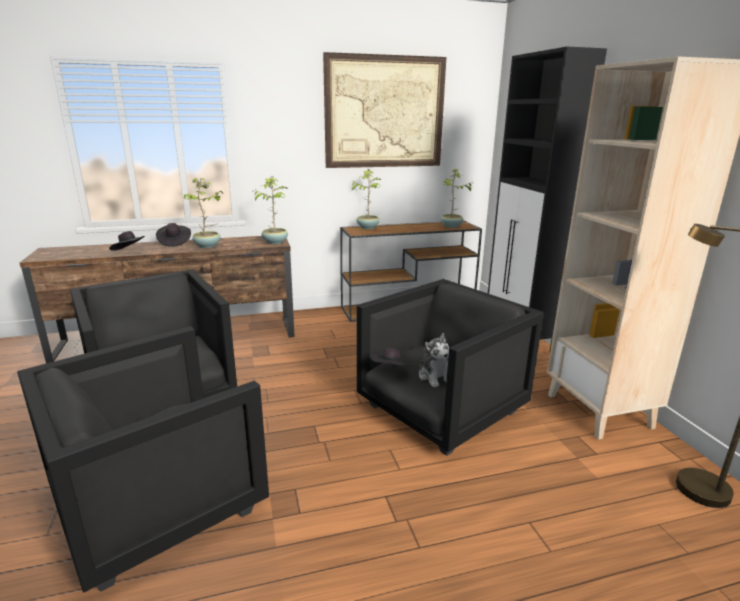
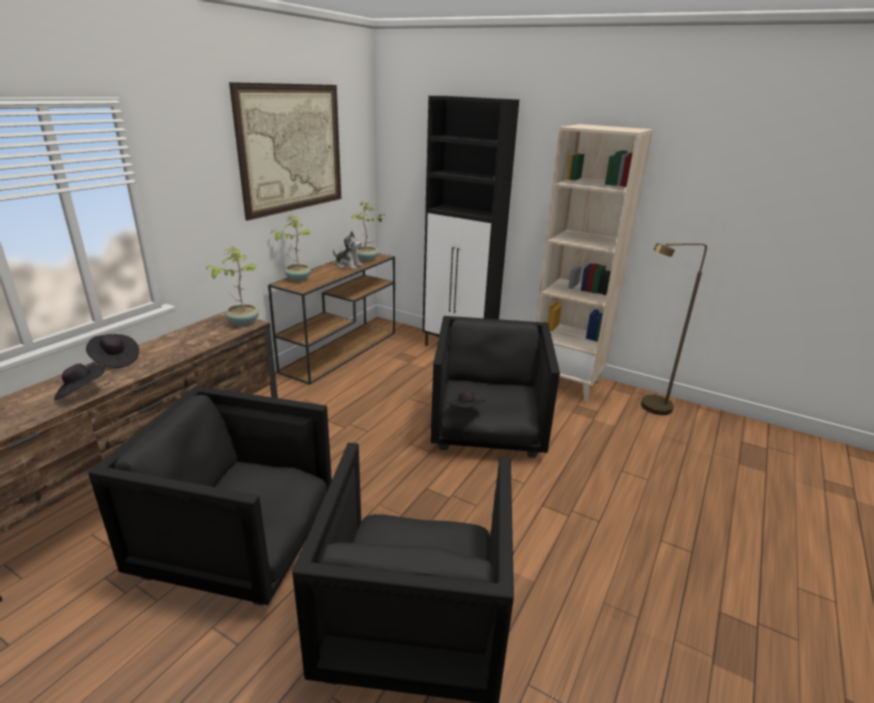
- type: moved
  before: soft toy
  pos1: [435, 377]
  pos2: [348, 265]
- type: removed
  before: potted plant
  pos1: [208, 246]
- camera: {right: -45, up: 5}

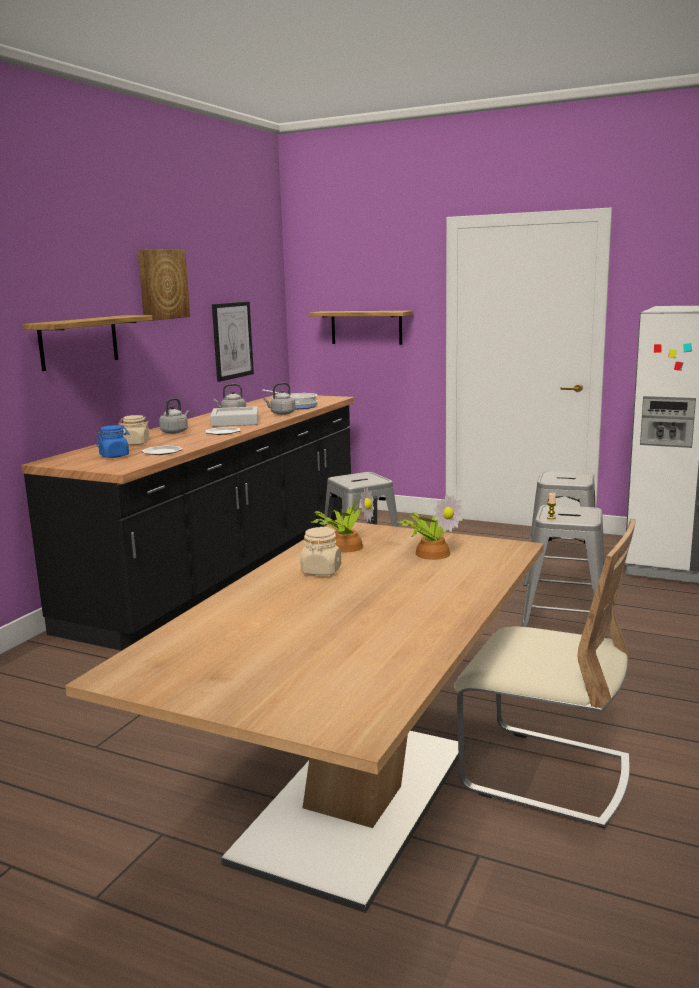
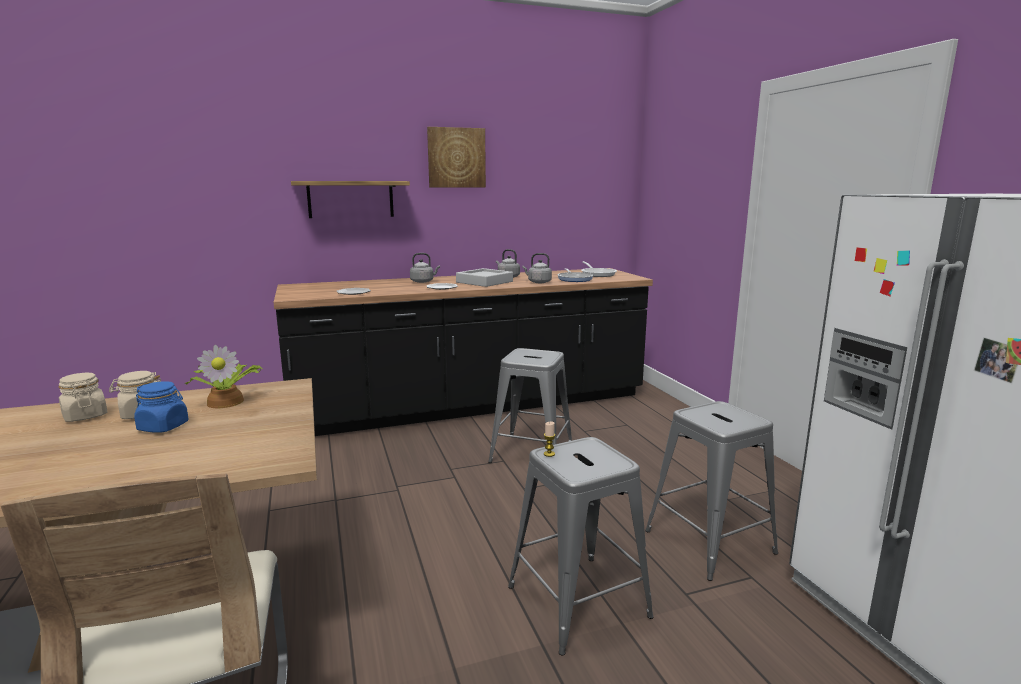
- type: moved
  before: beige storage jar
  pos1: [135, 443]
  pos2: [85, 416]
- type: moved
  before: blue-coloured storage jar
  pos1: [114, 456]
  pos2: [163, 427]
- type: removed
  before: picture
  pos1: [232, 340]
- type: removed
  before: wall shelf
  pos1: [366, 327]
- type: removed
  before: potted plant
  pos1: [432, 552]
- camera: {right: 45, up: 0}

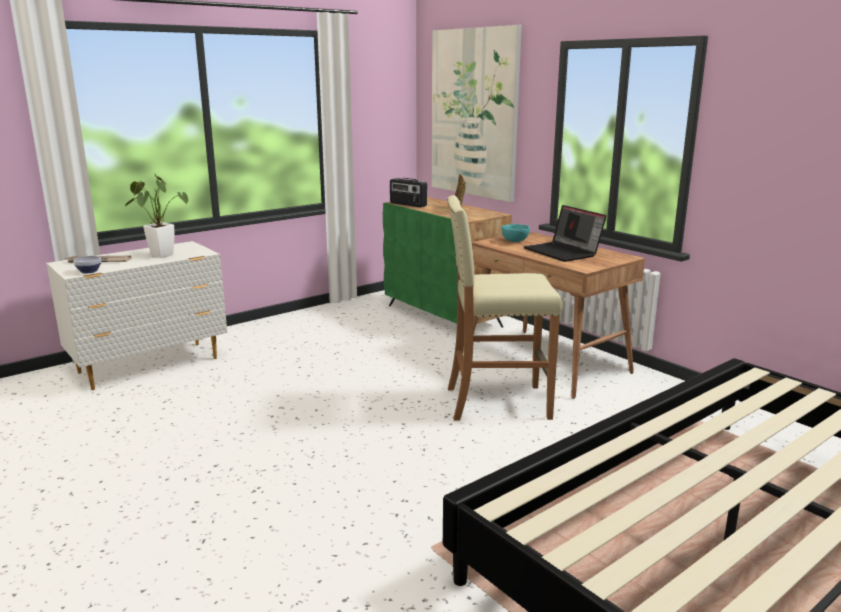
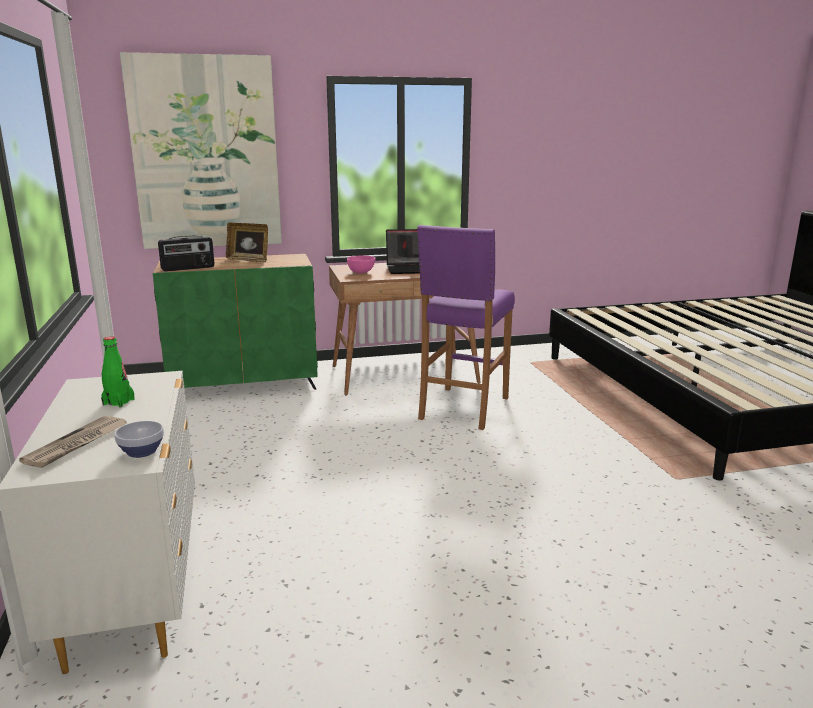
- type: replaced
  before: potted plant
  after: green-coloured drink bottle
  pos1: [159, 254]
  pos2: [118, 402]
- type: recoloured
  before: blue-green serving bowl
  after: pink-coloured serving bowl
  pos1: [515, 241]
  pos2: [361, 272]
- type: recoloured
  before: beige stool seat
  after: purple-coloured stool seat
  pos1: [496, 403]
  pos2: [463, 408]
- camera: {right: -65, up: 0}

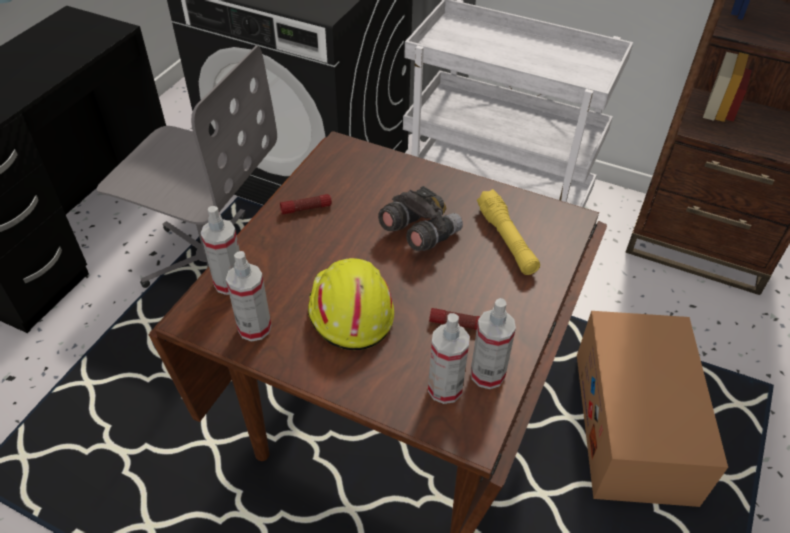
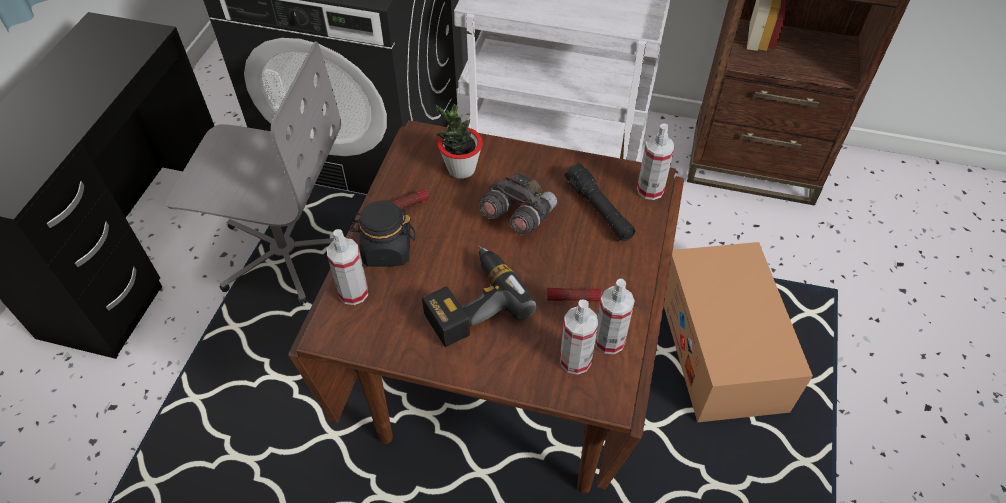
- type: added
  after: blackish storage jar
  pos2: [386, 250]
- type: replaced
  before: yellow-coloured hard hat
  after: power drill
  pos1: [349, 311]
  pos2: [472, 302]
- type: added
  after: potted plant
  pos2: [461, 169]
- type: recoloured
  before: yellow-coloured hand torch
  after: blackish hand torch
  pos1: [506, 240]
  pos2: [599, 209]
- type: moved
  before: spray bottle
  pos1: [254, 328]
  pos2: [650, 190]
- camera: {right: -10, up: 5}

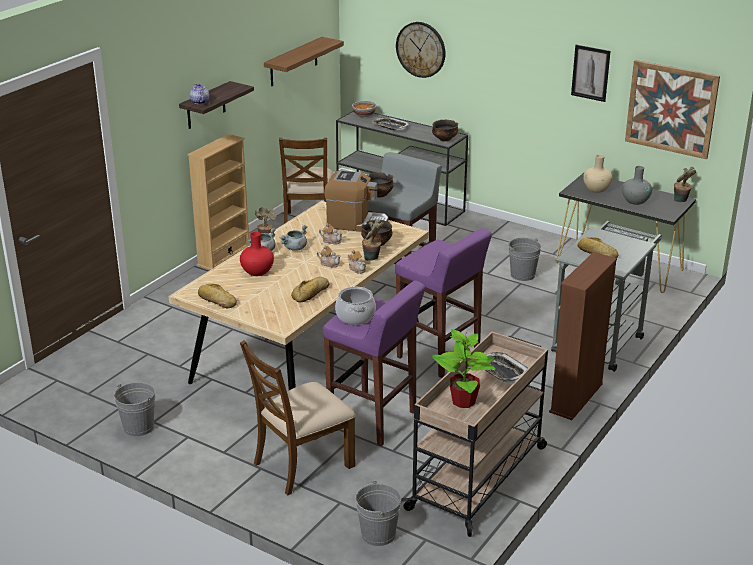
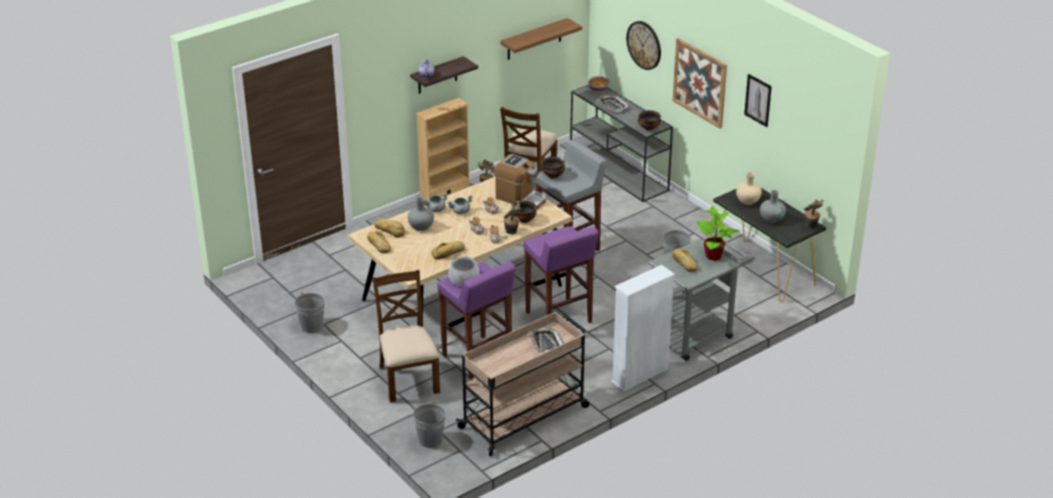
- type: turned
  before: brownish upright chair
  pos1: [302, 464]
  pos2: [408, 379]
  turn: 90
- type: added
  after: bakery bread
  pos2: [390, 230]
- type: recoloured
  before: red-coloured vase
  after: grey vase
  pos1: [257, 271]
  pos2: [421, 226]
- type: recoloured
  before: brownish bookshelf
  after: whitish bookshelf
  pos1: [576, 398]
  pos2: [640, 375]
- type: moved
  before: picture
  pos1: [671, 109]
  pos2: [700, 83]
- type: moved
  before: potted plant
  pos1: [464, 401]
  pos2: [714, 256]
- camera: {right: 20, up: 5}

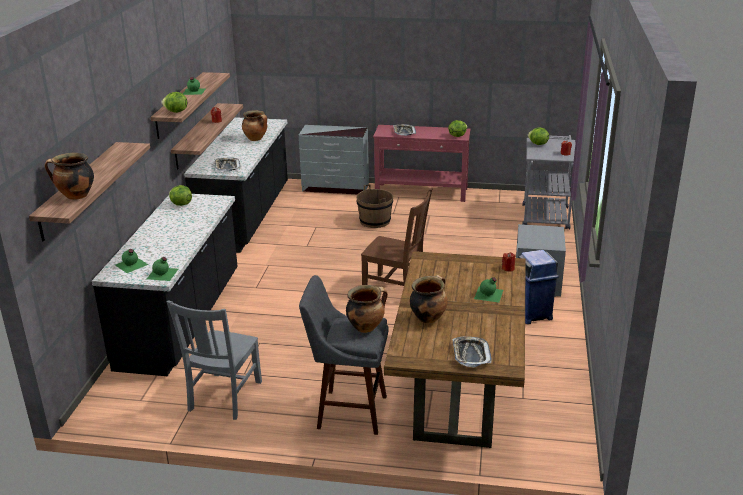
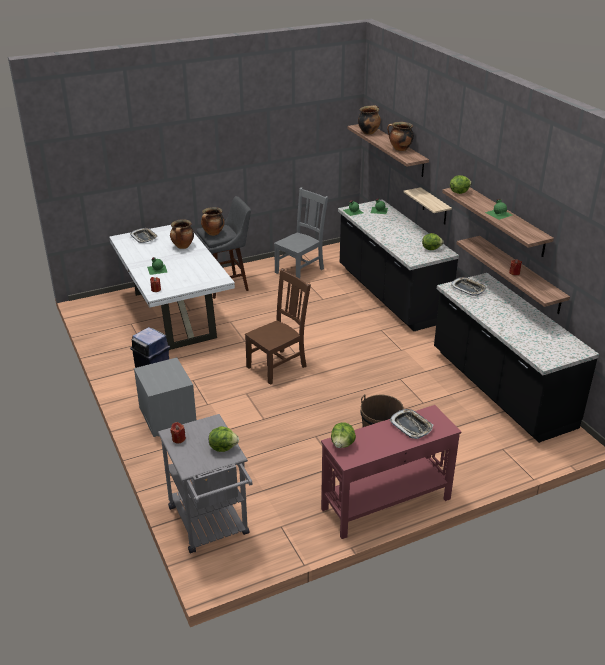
- type: recoloured
  before: brownish kitchen table
  after: whitish kitchen table
  pos1: [457, 387]
  pos2: [175, 316]
- type: turned
  before: brownish upright chair
  pos1: [396, 289]
  pos2: [278, 366]
  turn: 150
- type: turned
  before: grey upright chair
  pos1: [224, 397]
  pos2: [300, 270]
  turn: 60
- type: moved
  before: cooking pot
  pos1: [256, 139]
  pos2: [399, 149]
- type: added
  after: wall shelf
  pos2: [434, 207]
- type: removed
  before: grey chest of drawers
  pos1: [335, 188]
- camera: {right: 145, up: 5}

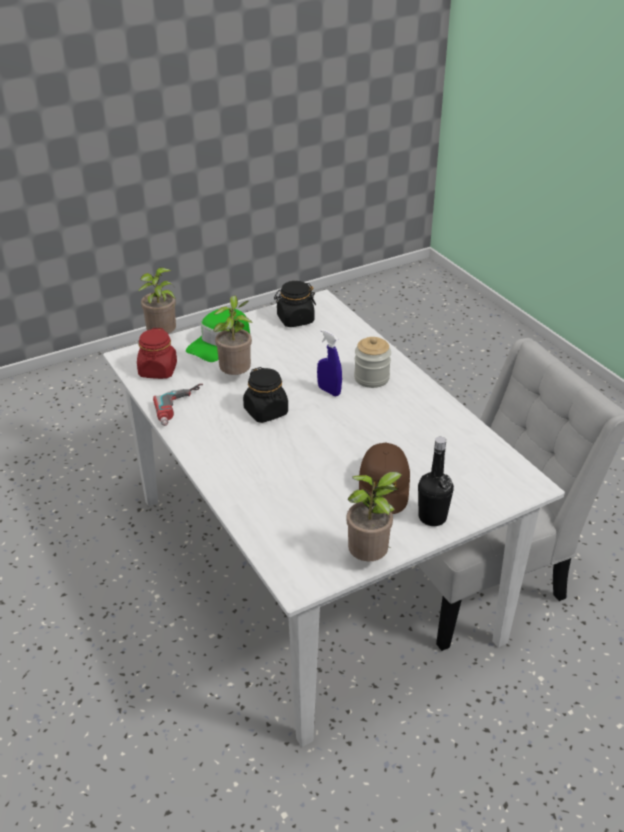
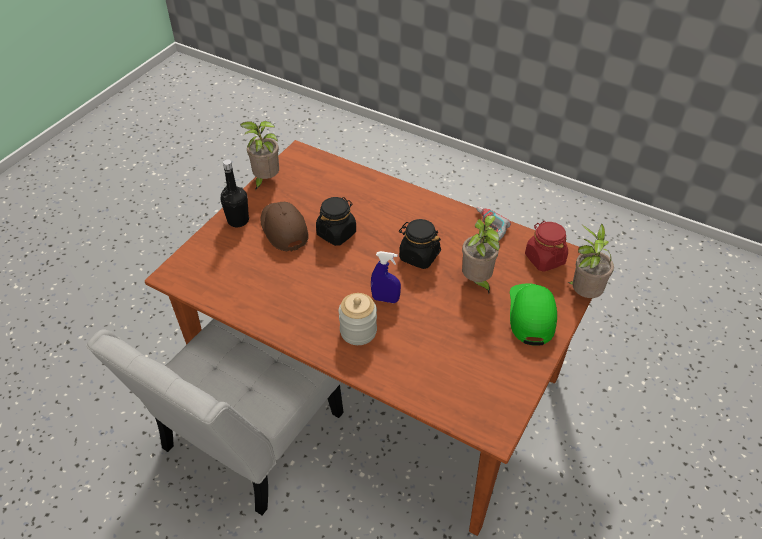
- type: recoloured
  before: whitish kitchen table
  after: brownish kitchen table
  pos1: [310, 566]
  pos2: [382, 381]
- type: moved
  before: blackish storage jar
  pos1: [295, 320]
  pos2: [336, 233]
- camera: {right: 150, up: 10}

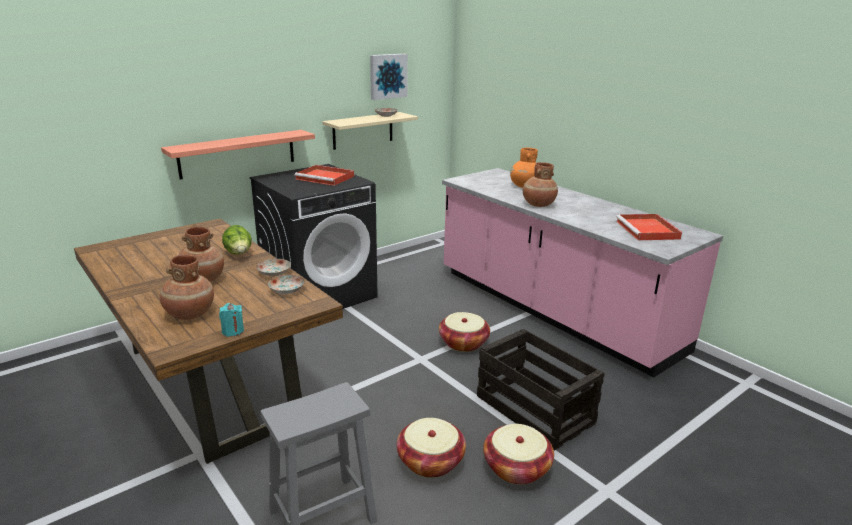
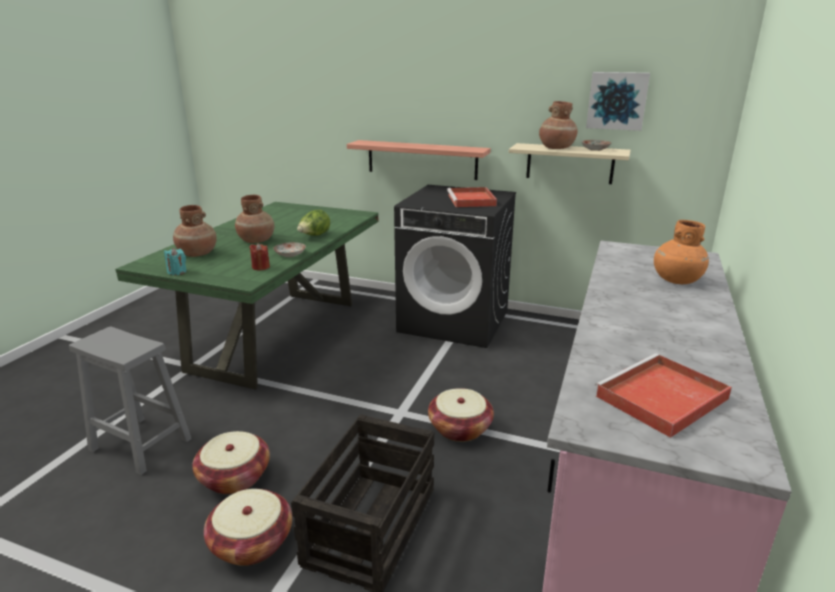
- type: recoloured
  before: brownish kitchen table
  after: green-coloured kitchen table
  pos1: [214, 385]
  pos2: [276, 336]
- type: replaced
  before: flat dish
  after: red-coloured wax candle
  pos1: [287, 290]
  pos2: [260, 267]
- type: moved
  before: brownish vase
  pos1: [538, 204]
  pos2: [556, 148]
- camera: {right: 60, up: 0}

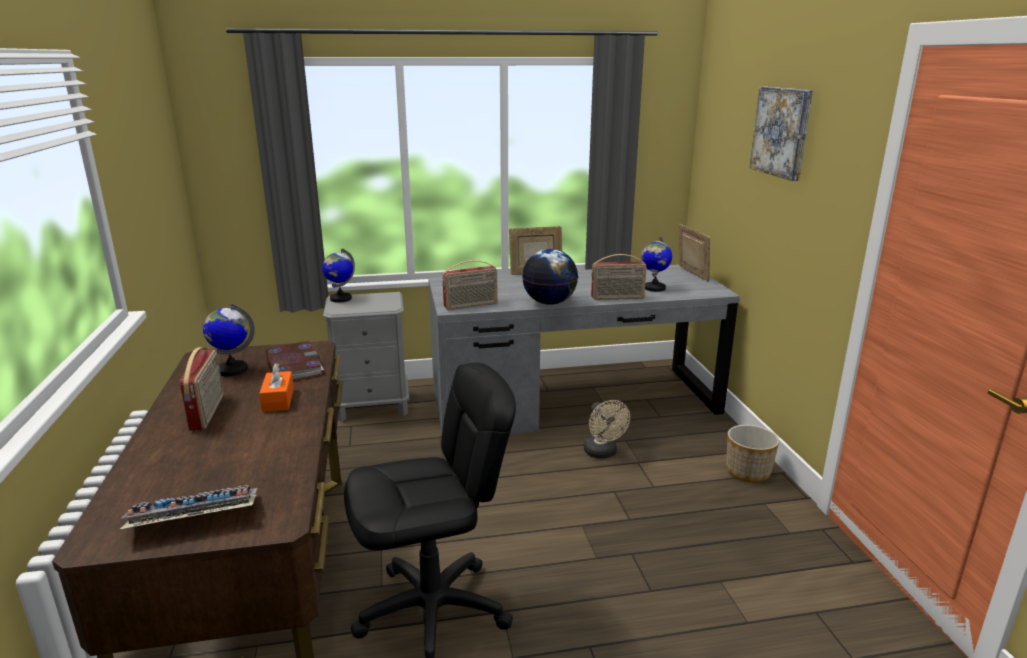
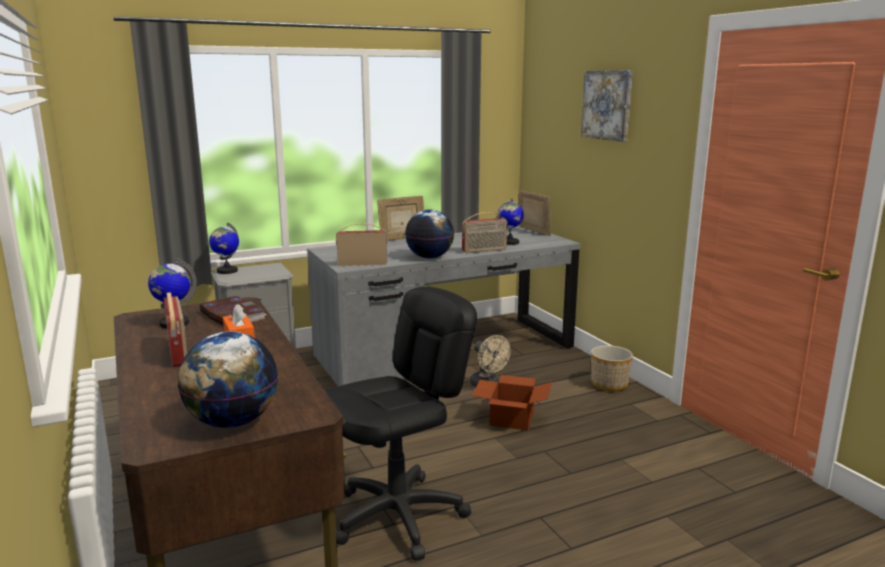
- type: replaced
  before: keyboard
  after: world globe
  pos1: [192, 520]
  pos2: [232, 422]
- type: turned
  before: radio receiver
  pos1: [471, 305]
  pos2: [362, 264]
  turn: -150
- type: added
  after: cardboard box
  pos2: [510, 418]
- camera: {right: -15, up: -5}

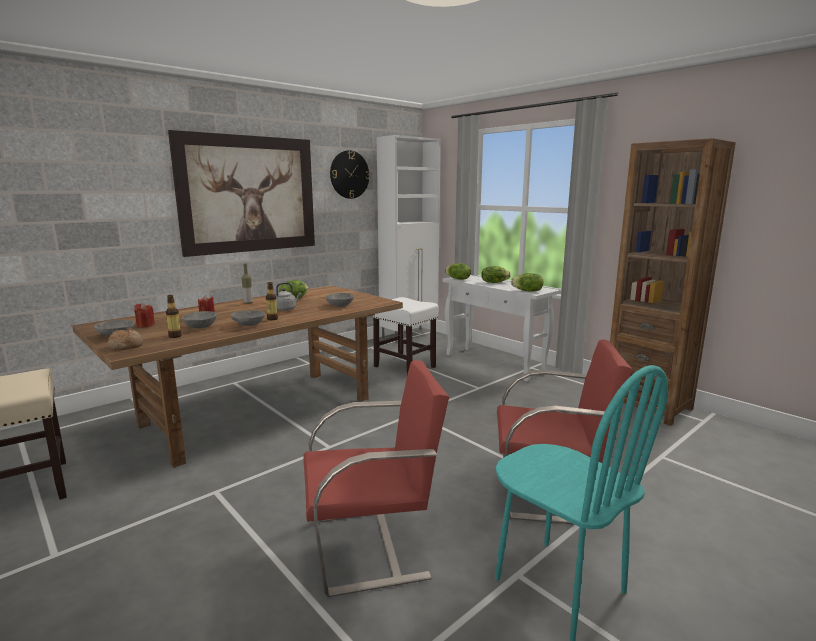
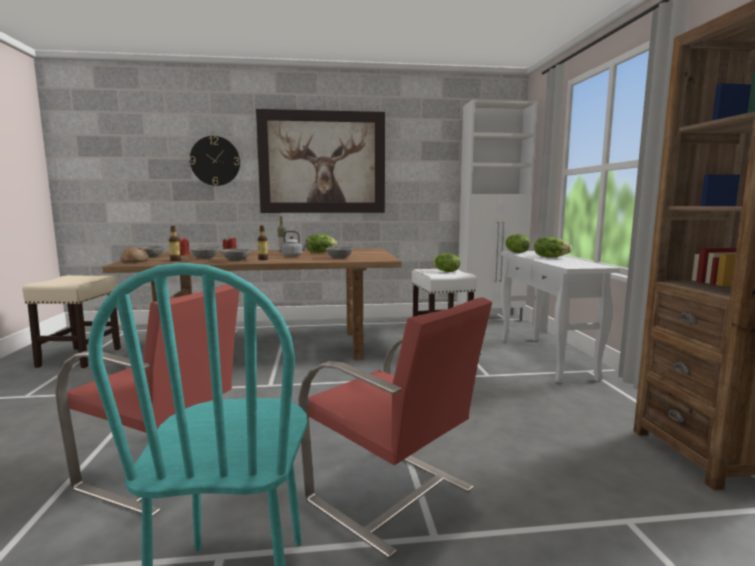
- type: moved
  before: clock on the wall
  pos1: [349, 174]
  pos2: [215, 161]
- type: moved
  before: lettuce head
  pos1: [527, 291]
  pos2: [445, 271]
- camera: {right: 35, up: -5}

